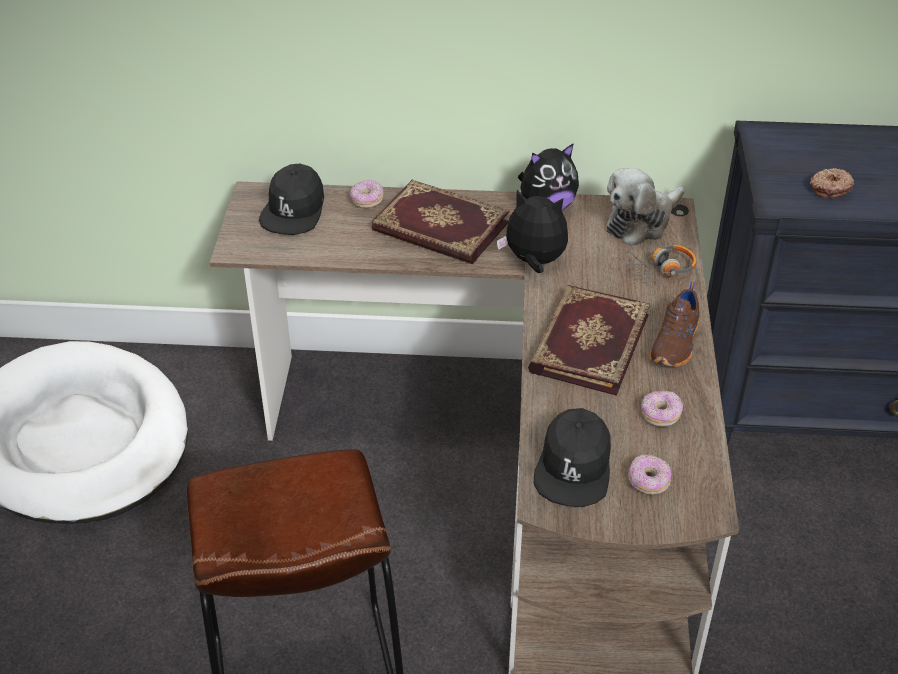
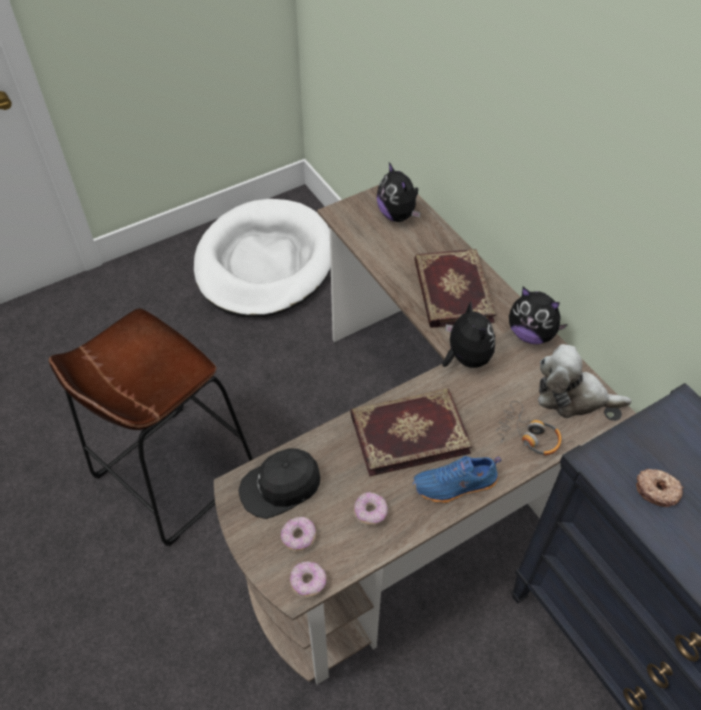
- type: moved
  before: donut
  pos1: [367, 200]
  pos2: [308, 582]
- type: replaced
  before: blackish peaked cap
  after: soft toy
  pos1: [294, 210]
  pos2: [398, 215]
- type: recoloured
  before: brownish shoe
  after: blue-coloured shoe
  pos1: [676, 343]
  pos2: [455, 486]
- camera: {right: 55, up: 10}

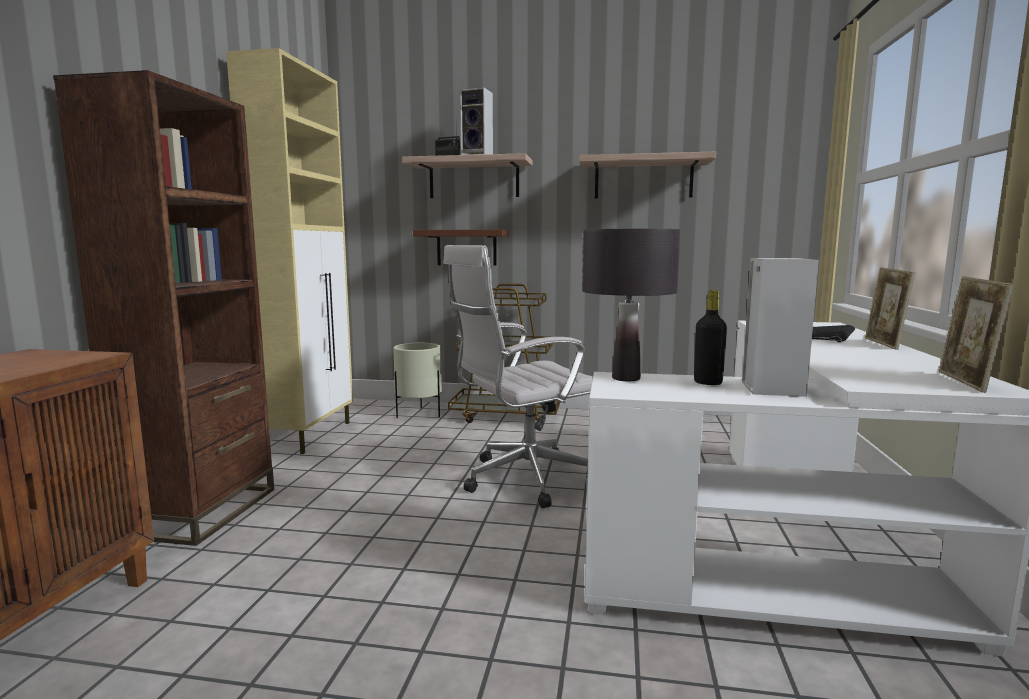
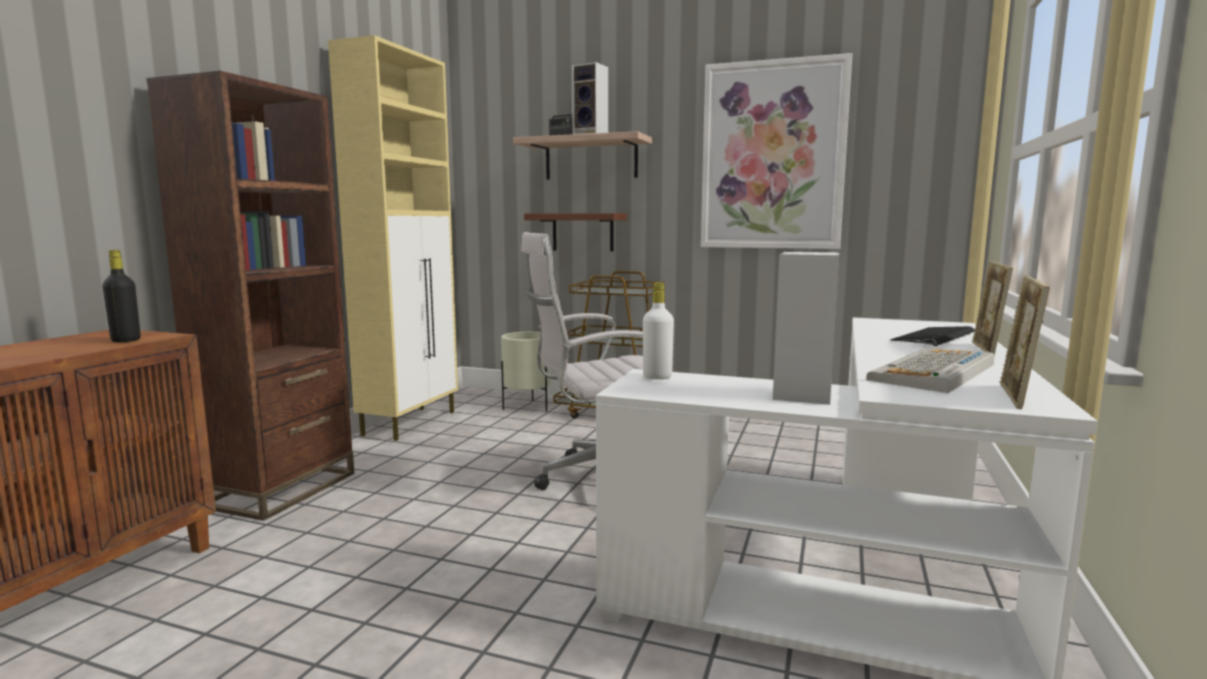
- type: moved
  before: blackish drink bottle
  pos1: [708, 382]
  pos2: [126, 340]
- type: replaced
  before: blackish tabletop lamp
  after: whitish drink bottle
  pos1: [626, 378]
  pos2: [657, 377]
- type: replaced
  before: wall shelf
  after: picture
  pos1: [643, 179]
  pos2: [772, 156]
- type: added
  after: keyboard
  pos2: [934, 372]
- camera: {right: 10, up: 0}

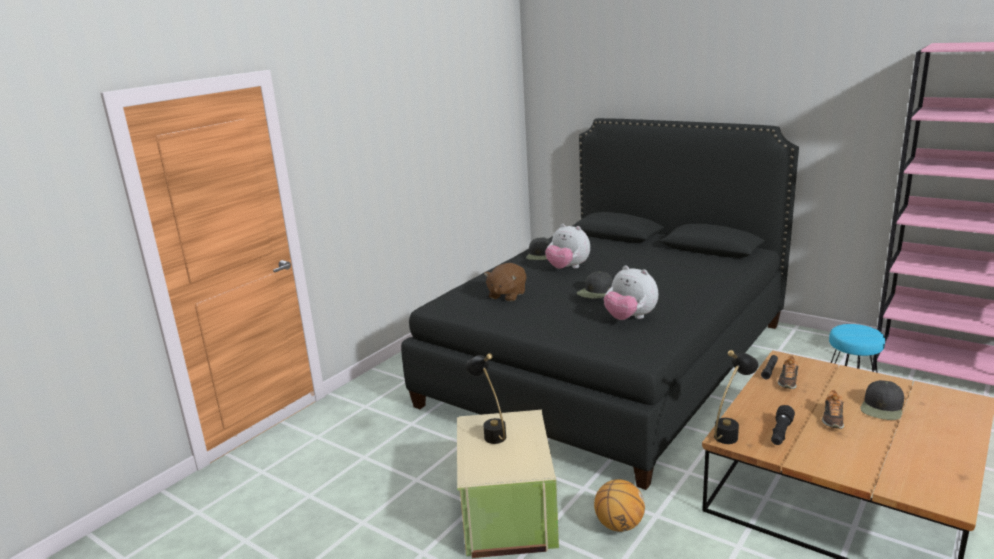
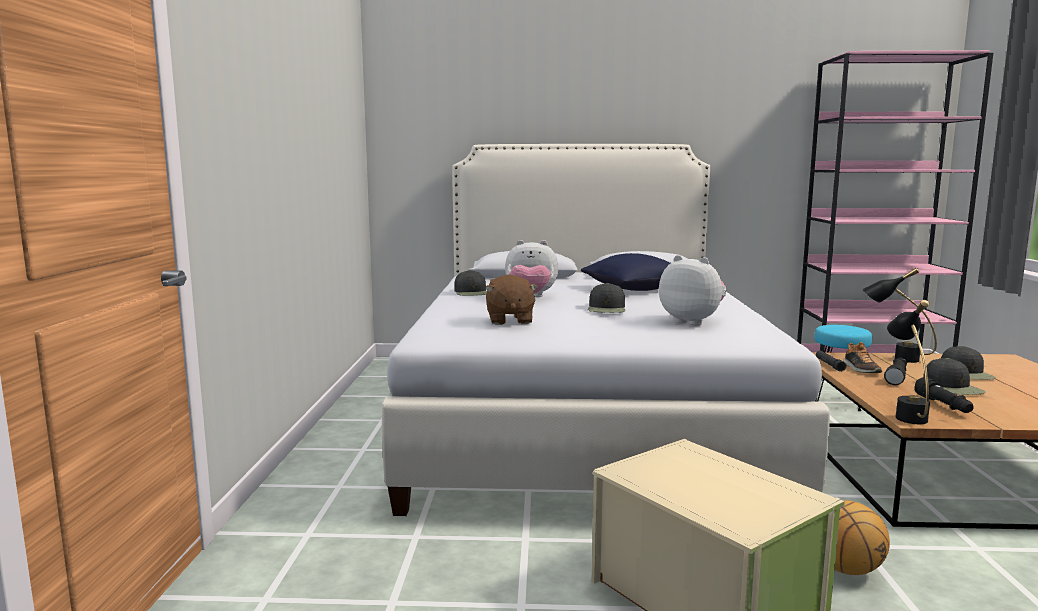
- type: recoloured
  before: blackish sleeping bed
  after: whitish sleeping bed
  pos1: [609, 362]
  pos2: [584, 417]
- type: added
  after: blue-coloured throw pillow
  pos2: [634, 290]
- type: turned
  before: soft toy
  pos1: [630, 318]
  pos2: [692, 322]
  turn: -150
- type: moved
  before: blackish tabletop lamp
  pos1: [490, 432]
  pos2: [894, 358]
- type: added
  after: blackish hand torch
  pos2: [896, 377]
- type: replaced
  before: shoe
  after: blackish peaked cap
  pos1: [832, 418]
  pos2: [953, 387]
- camera: {right: -35, up: -10}

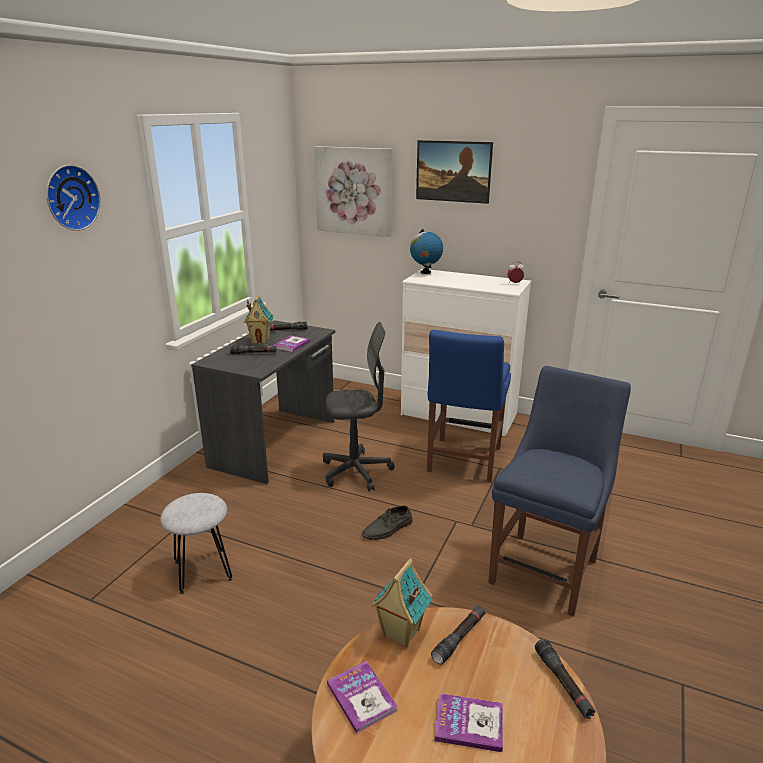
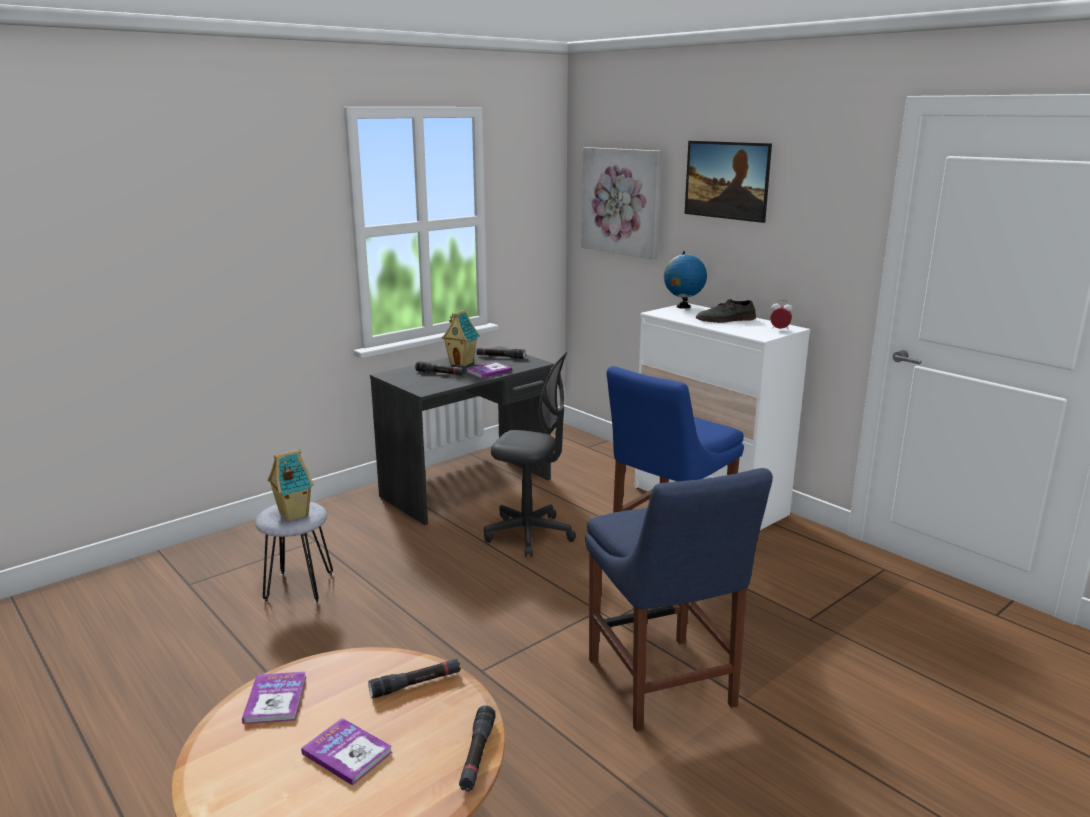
- type: moved
  before: toy house
  pos1: [400, 633]
  pos2: [293, 515]
- type: turned
  before: blue-coloured upright chair
  pos1: [546, 568]
  pos2: [663, 687]
  turn: 105
- type: moved
  before: grey shoe
  pos1: [388, 529]
  pos2: [726, 320]
- type: removed
  before: clock on the wall
  pos1: [70, 197]
- camera: {right: 25, up: -5}

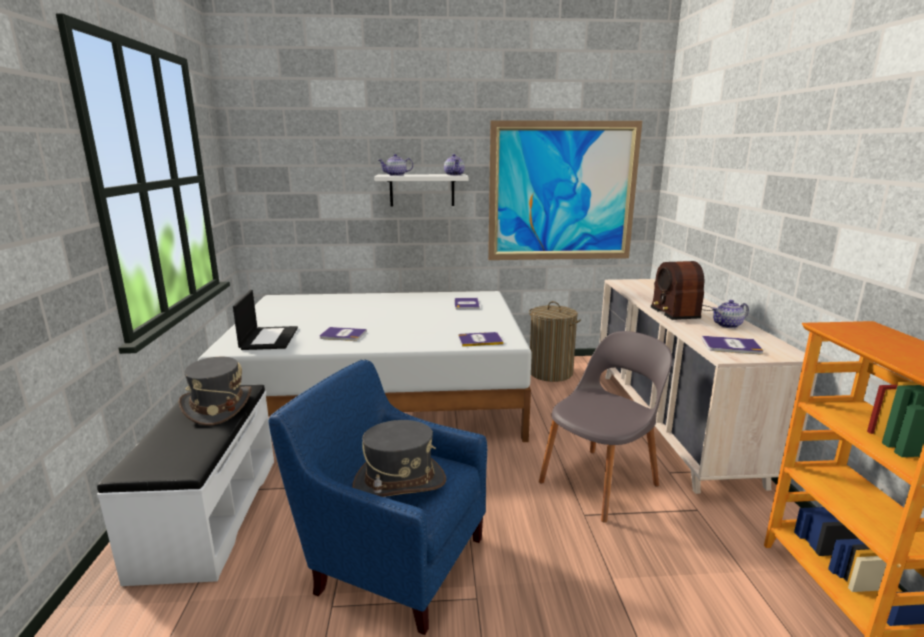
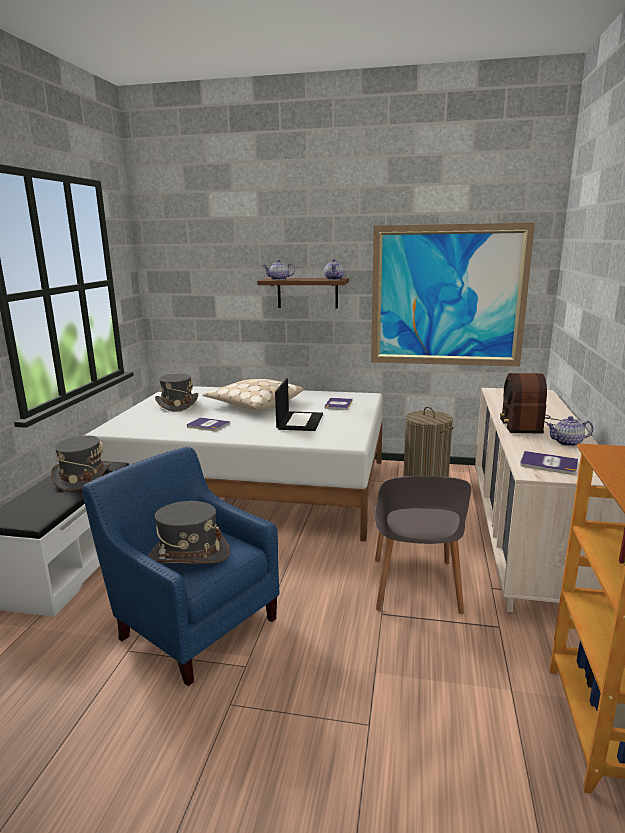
- type: added
  after: grey hat
  pos2: [177, 404]
- type: added
  after: beige throw pillow
  pos2: [253, 404]
- type: recoloured
  before: whitish wall shelf
  after: brownish wall shelf
  pos1: [422, 190]
  pos2: [307, 293]
- type: moved
  before: laptop
  pos1: [269, 338]
  pos2: [299, 421]
- type: turned
  before: grey upright chair
  pos1: [600, 482]
  pos2: [415, 587]
  turn: 120
- type: removed
  before: book
  pos1: [480, 340]
- camera: {right: 15, up: 0}

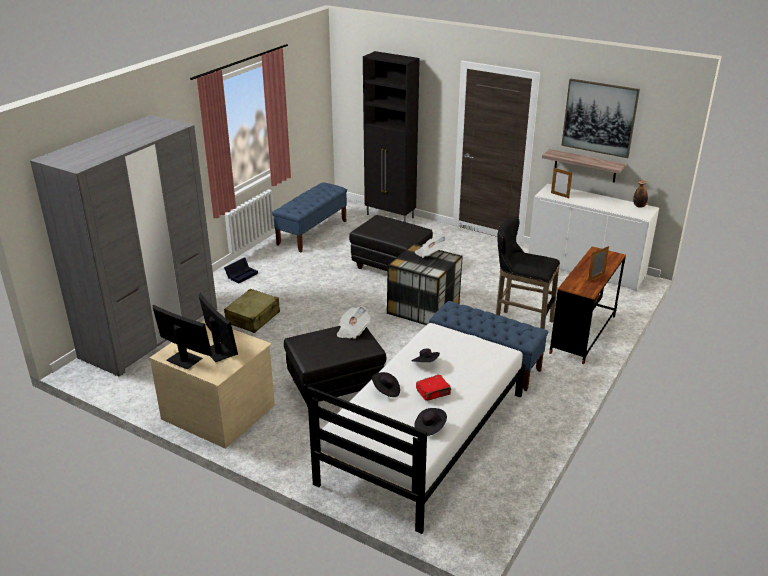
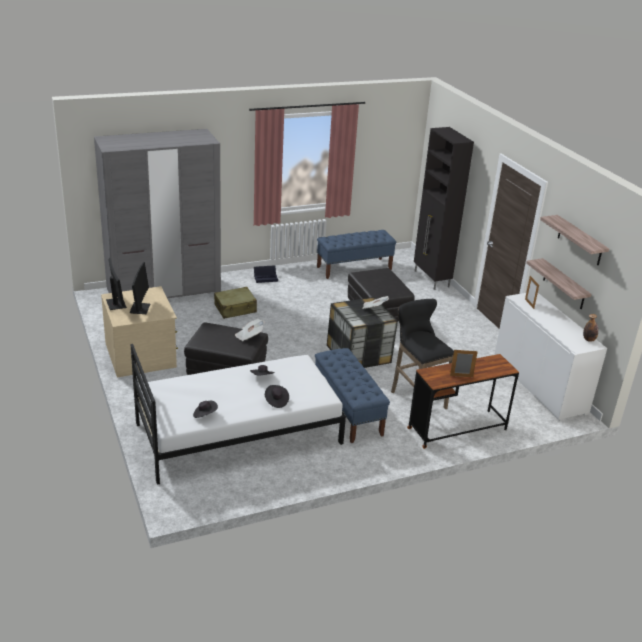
- type: moved
  before: blackish hat
  pos1: [386, 391]
  pos2: [276, 401]
- type: replaced
  before: picture
  after: wall shelf
  pos1: [599, 117]
  pos2: [580, 241]
- type: removed
  before: red-coloured book
  pos1: [433, 392]
- camera: {right: 35, up: 0}

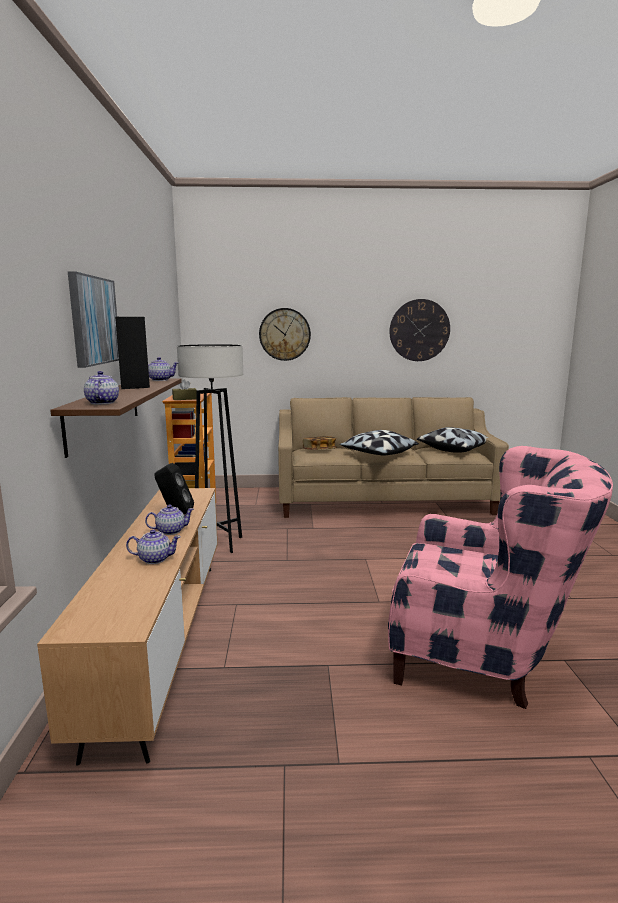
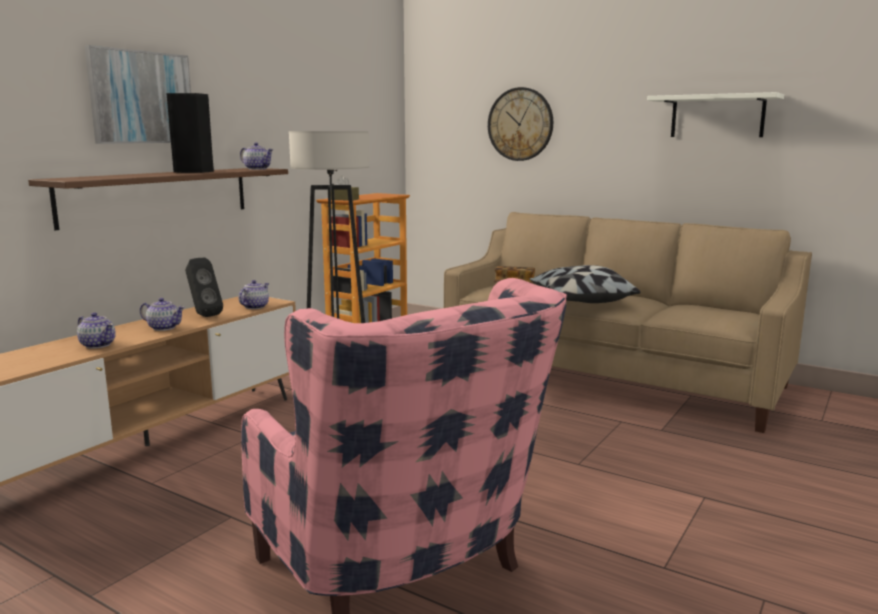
- type: moved
  before: teapot
  pos1: [102, 403]
  pos2: [255, 307]
- type: replaced
  before: clock on the wall
  after: whitish wall shelf
  pos1: [419, 330]
  pos2: [717, 116]
- type: removed
  before: throw pillow
  pos1: [454, 449]
- camera: {right: 35, up: 0}

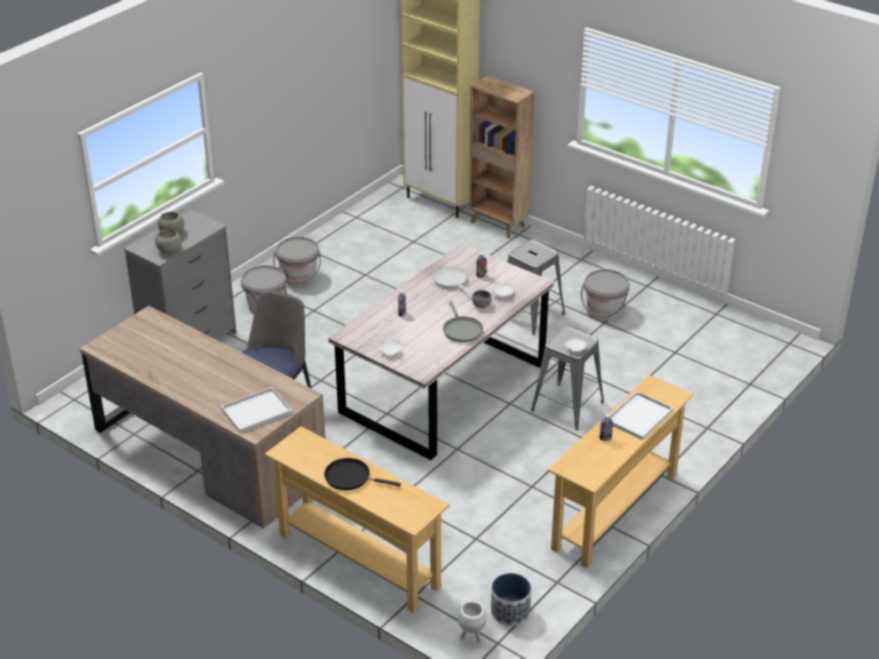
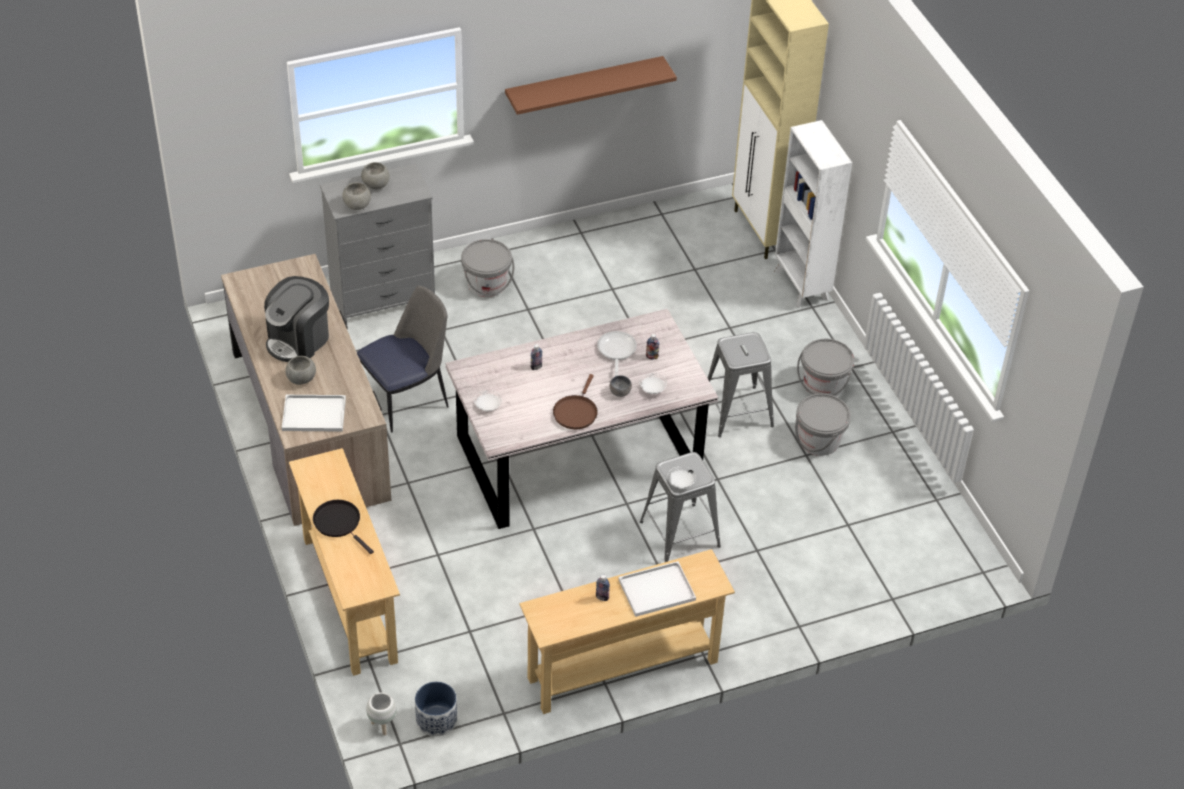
- type: added
  after: coffee brewer
  pos2: [299, 340]
- type: added
  after: grey serving bowl
  pos2: [302, 379]
- type: added
  after: brownish wall shelf
  pos2: [584, 85]
- type: recoloured
  before: grey frying pan
  after: brownish frying pan
  pos1: [461, 330]
  pos2: [576, 412]
- type: recoloured
  before: brownish bookshelf
  after: whitish bookshelf
  pos1: [498, 225]
  pos2: [801, 286]
- type: moved
  before: grey water bucket
  pos1: [299, 276]
  pos2: [823, 385]
- camera: {right: 30, up: 10}

